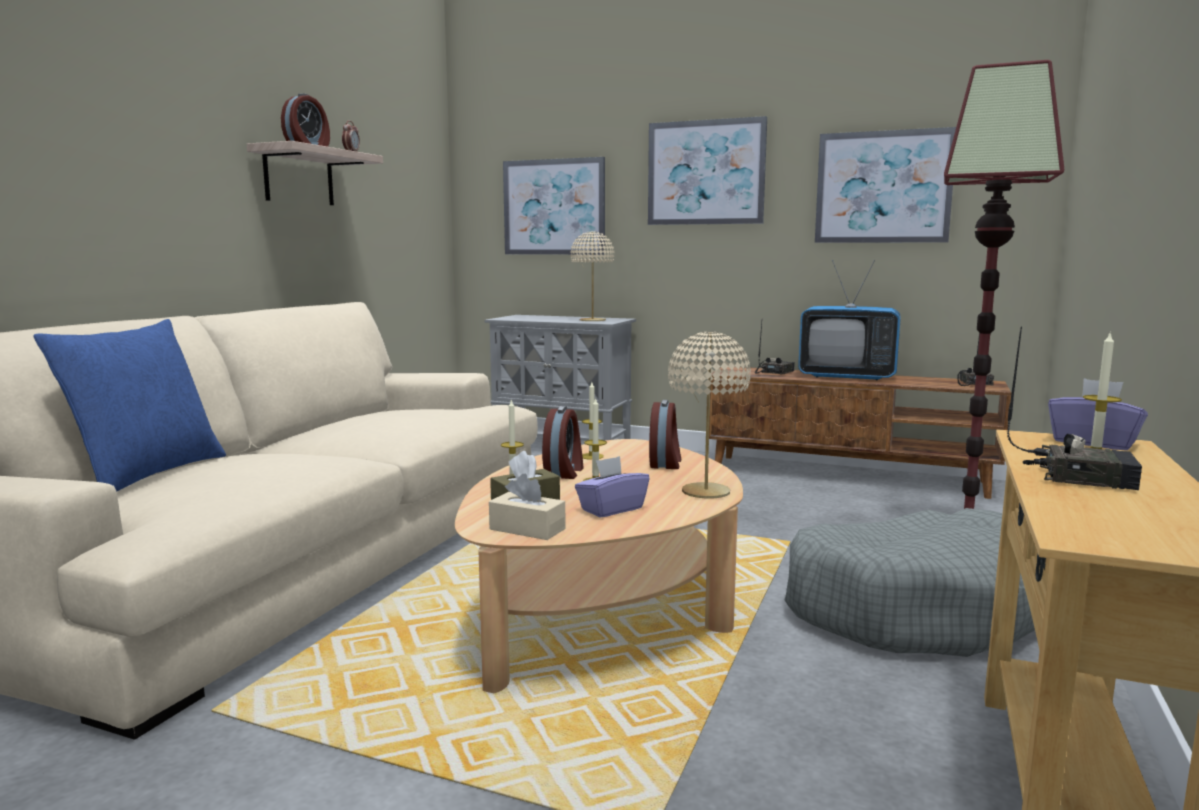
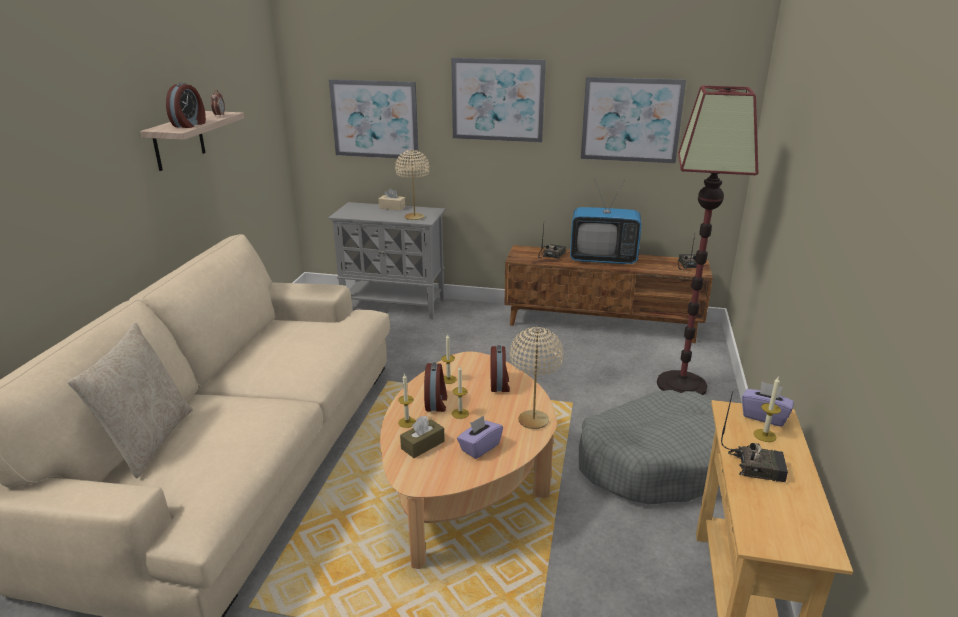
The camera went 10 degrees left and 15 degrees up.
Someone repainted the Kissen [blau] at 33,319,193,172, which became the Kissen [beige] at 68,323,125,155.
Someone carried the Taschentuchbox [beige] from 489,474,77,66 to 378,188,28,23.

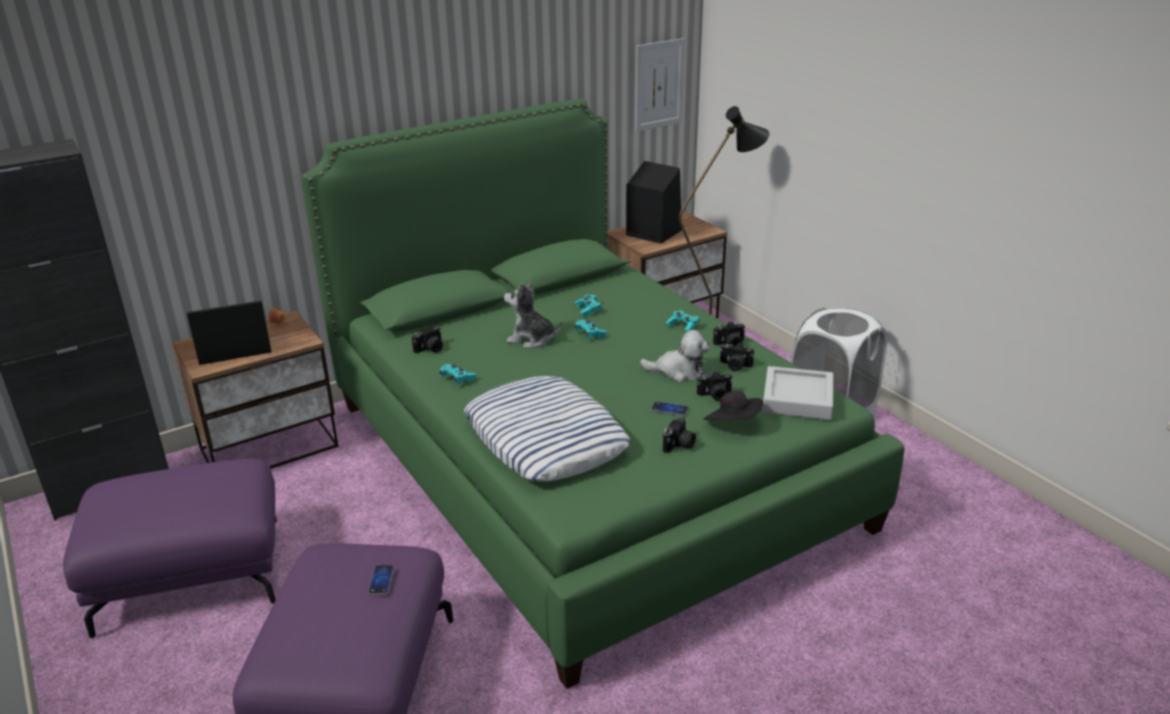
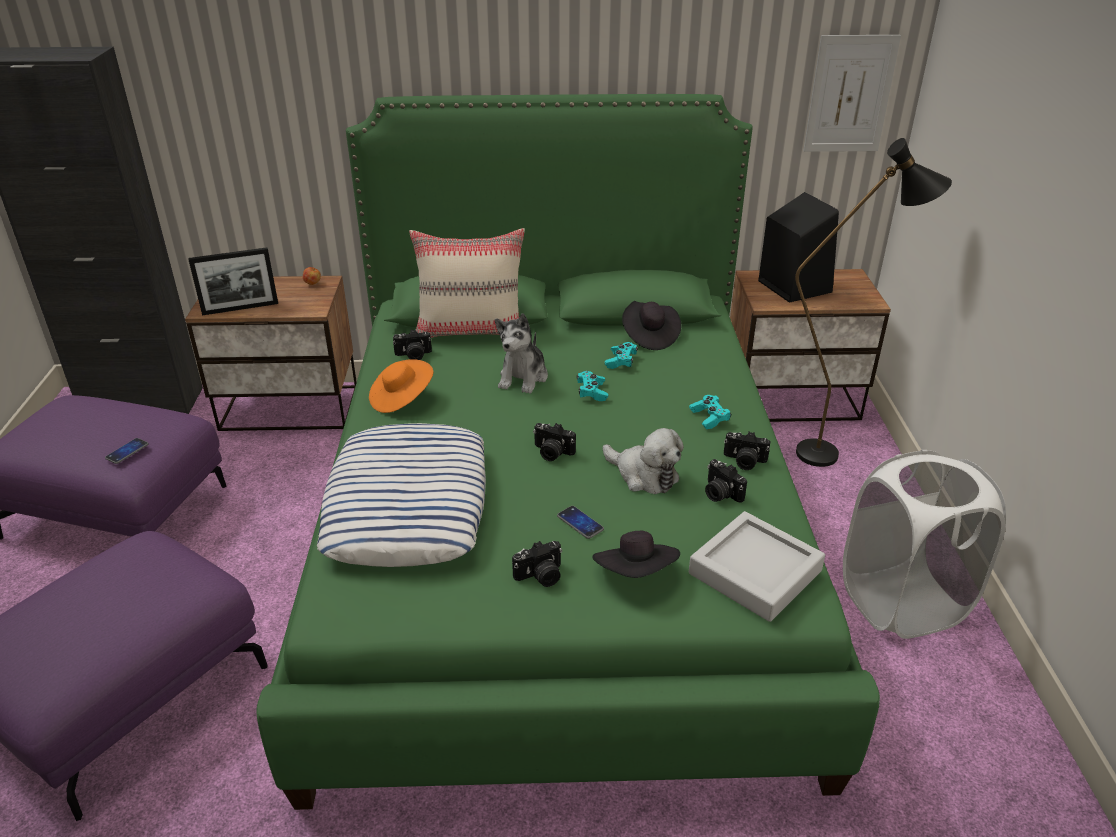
The camera went 30 degrees right and 5 degrees up.
Someone rotated the Plüschtier at 504,281,58,67 by 120 degrees counterclockwise.
Someone rotated the Bilderrahmen at 187,300,85,65 by 150 degrees clockwise.
Someone swapped the Gamepad [türkis] at 439,364,37,21 for the Hut [orange] at 369,359,64,54.
Someone carried the Kamera from 697,371,36,31 to 533,423,43,38.
Someone carried the Handy from 368,565,27,30 to 105,438,43,26.
Someone put down the Kissen [beige] at 409,228,116,110.
Someone put down the Hut [schwarz] at 622,301,59,49.

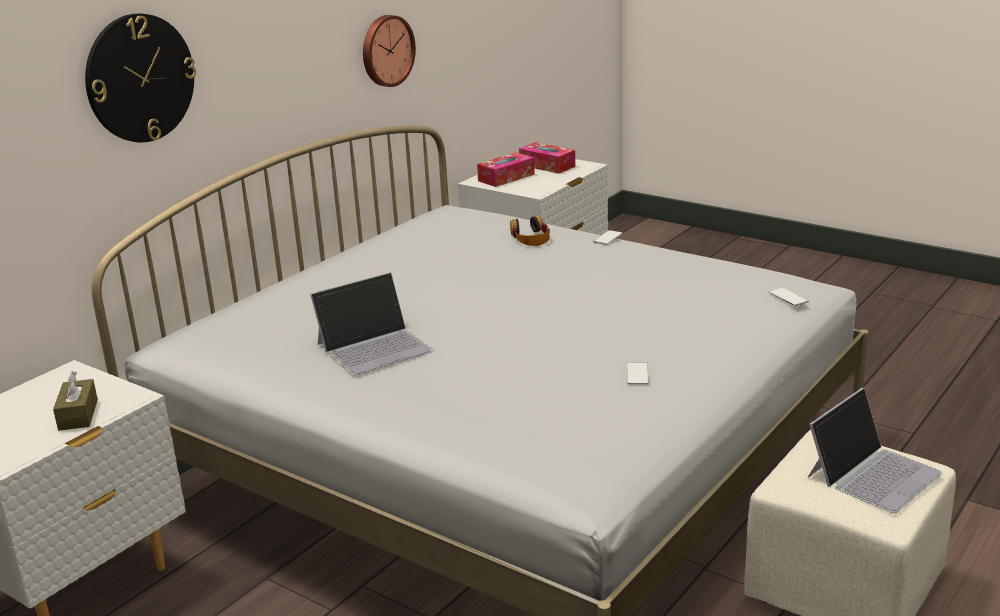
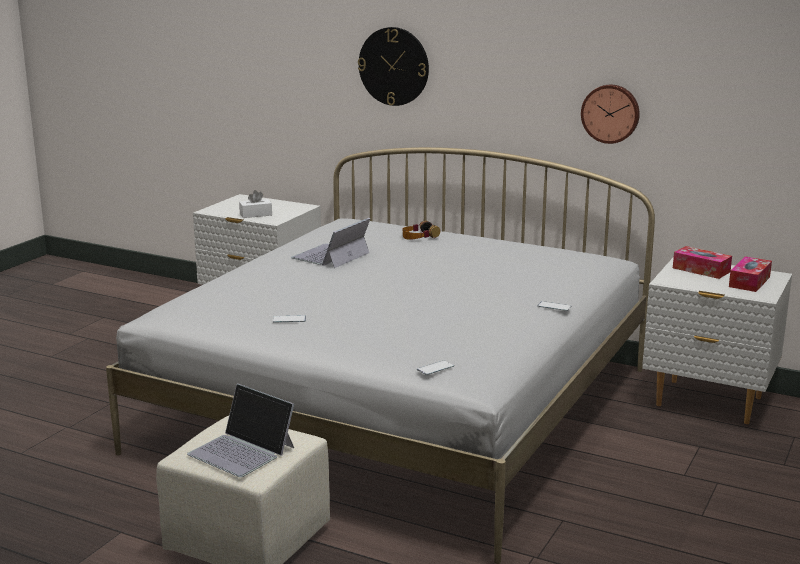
The camera went 80 degrees right and 5 degrees down.
Someone carried the Kopfhörer from 510,216,40,30 to 403,220,37,20.
Someone rotated the Laptop at 310,272,123,104 by 75 degrees clockwise.
Someone repainted the Taschentuchbox [braun] at 53,371,45,60, which became the Taschentuchbox [weiß] at 239,190,33,28.

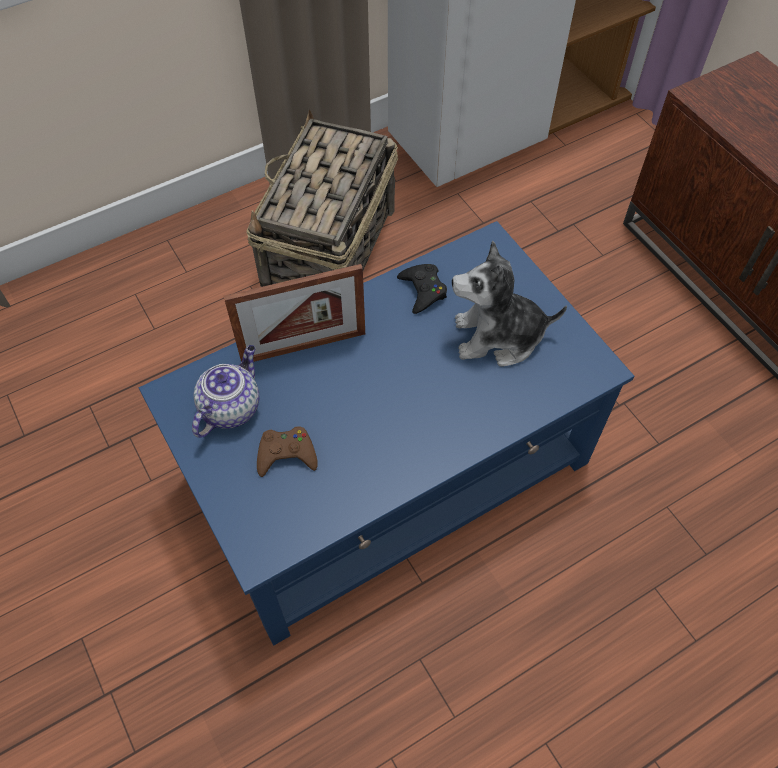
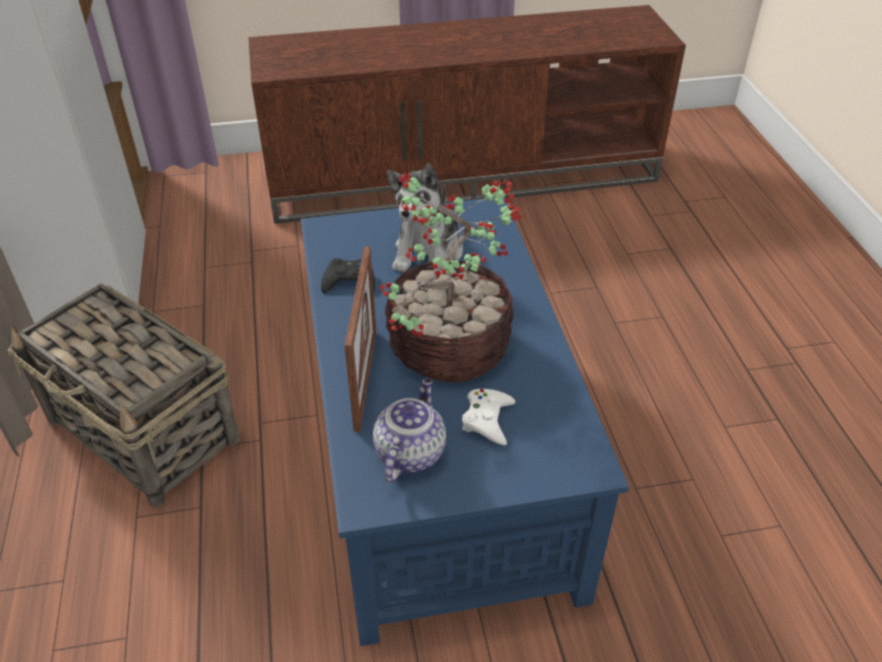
The camera went 70 degrees left and 15 degrees down.
Someone rotated the Teekanne at 192,345,67,93 by 60 degrees clockwise.
Someone repainted the Gamepad [braun] at 257,426,61,51, which became the Gamepad [weiß] at 462,389,53,56.
Someone put down the Topfpflanze at 380,172,142,211.

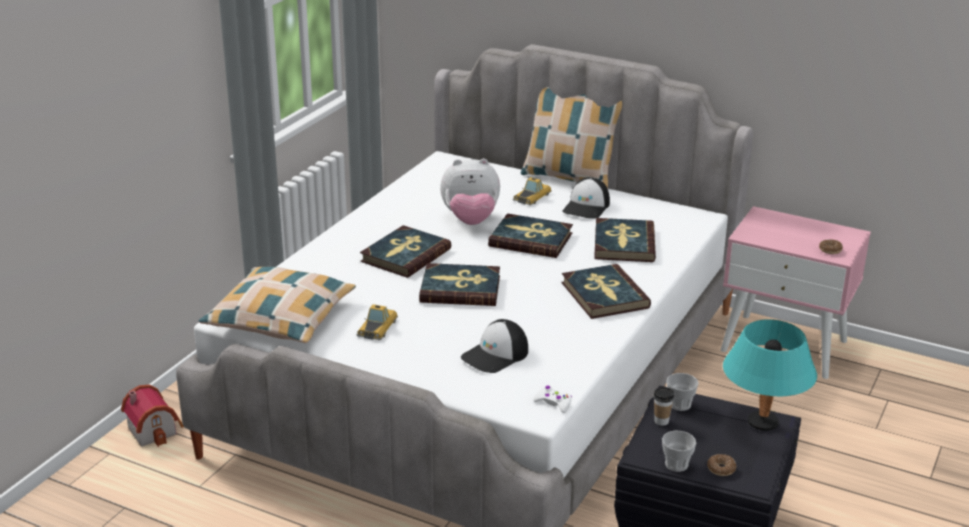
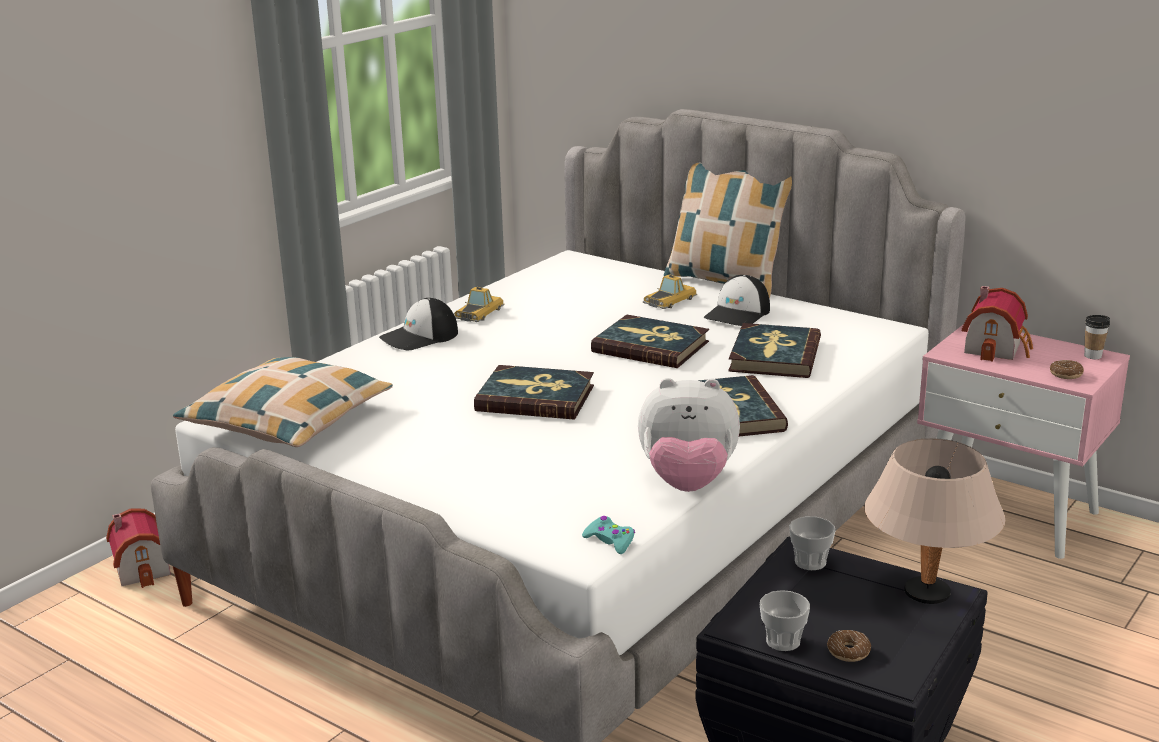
The camera went 10 degrees right and 5 degrees down.
Someone carried the Plüschtier from 440,159,60,66 to 638,378,102,114.
Someone took away the Buch at 360,225,91,53.
Someone carried the Spielzeugauto from 357,304,41,36 to 454,287,50,35.
Someone carried the Kappe from 461,319,67,54 to 379,298,79,53.
Someone repainted the Tischlampe [türkis] at 723,319,94,112, which became the Tischlampe [beige] at 864,438,141,166.
Someone repainted the Gamepad [weiß] at 533,386,39,27, which became the Gamepad [türkis] at 582,516,53,38.
Someone carried the Tasse from 654,387,20,39 to 1084,315,26,44.
Someone put down the Spielzeughaus at 962,286,71,76.

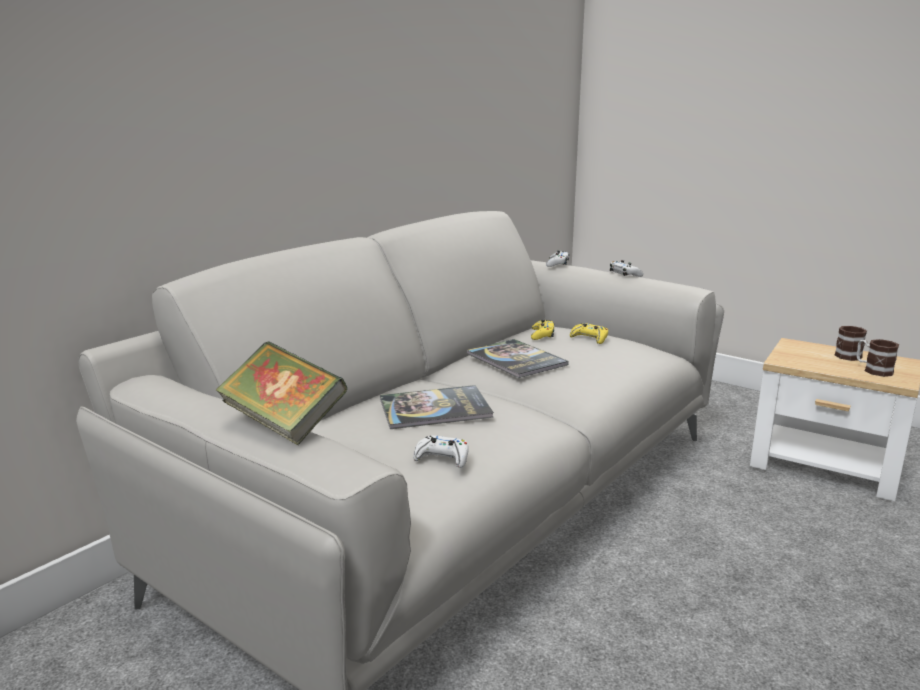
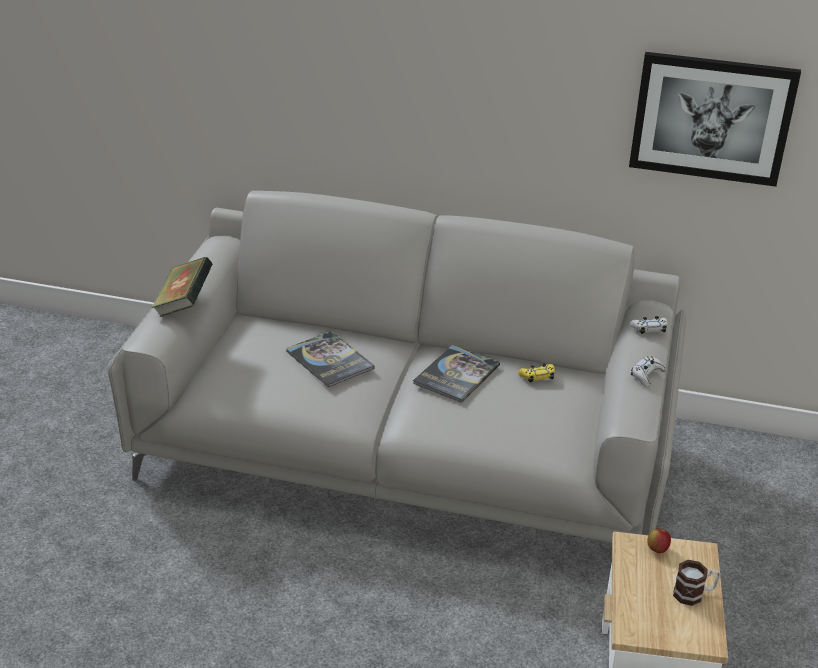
The camera went 65 degrees right and 15 degrees up.
Someone took away the Gamepad [gelb] at 570,323,38,21.
Someone took away the Henkelbecher at 856,339,43,38.
Someone took away the Gamepad [weiß] at 413,435,56,33.
Someone put up the Bild at 629,52,172,135.
Someone put down the Apfel at 647,529,24,24.

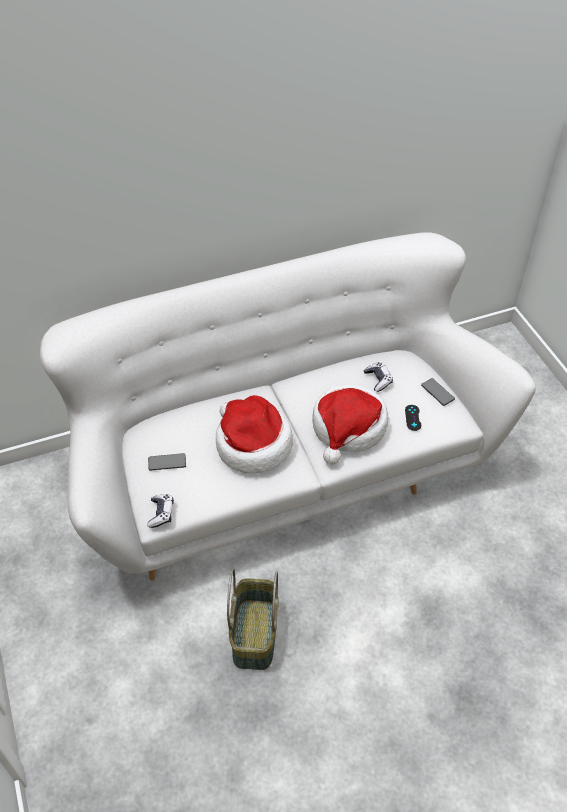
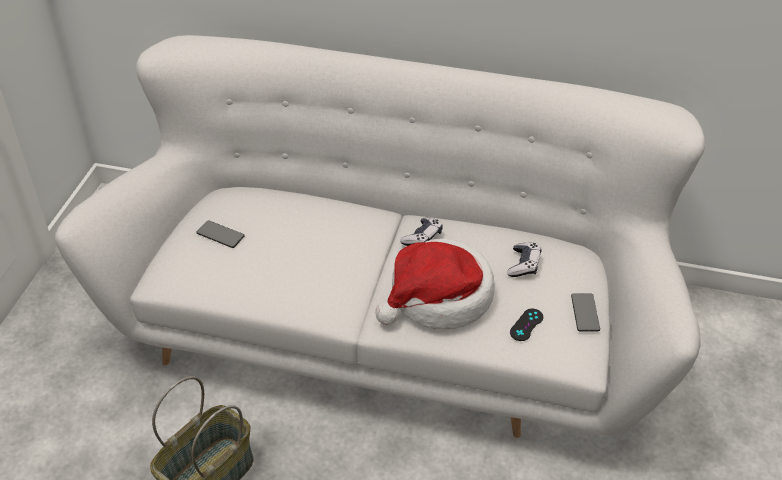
The camera went 35 degrees right and 5 degrees down.
Someone took away the Hut at 216,395,77,79.
Someone carried the Gamepad from 147,494,27,34 to 400,218,43,28.

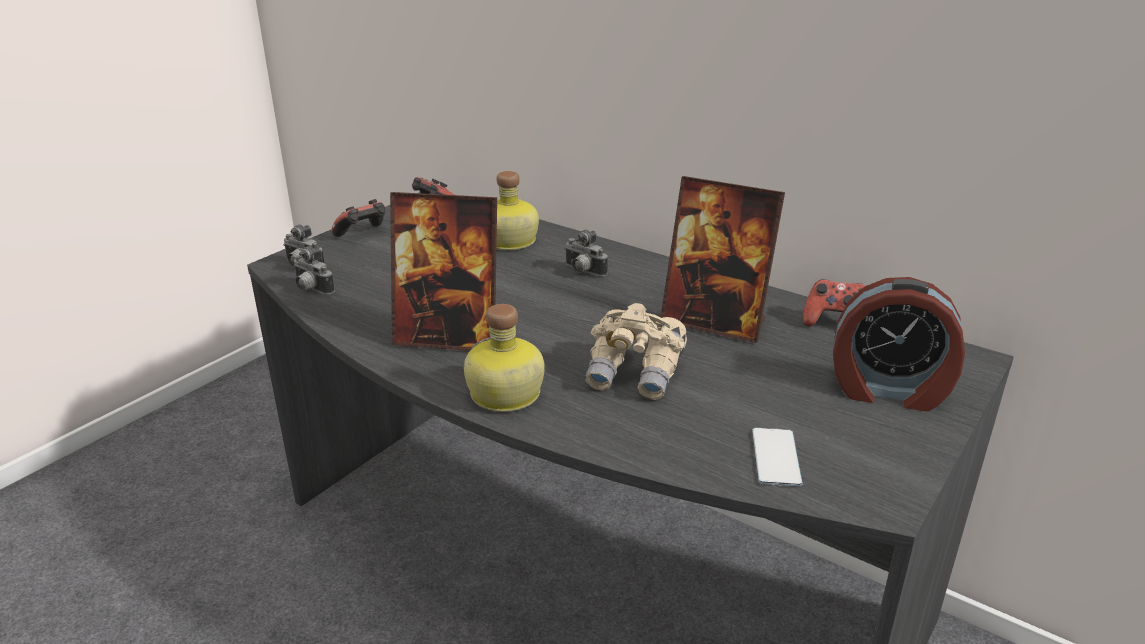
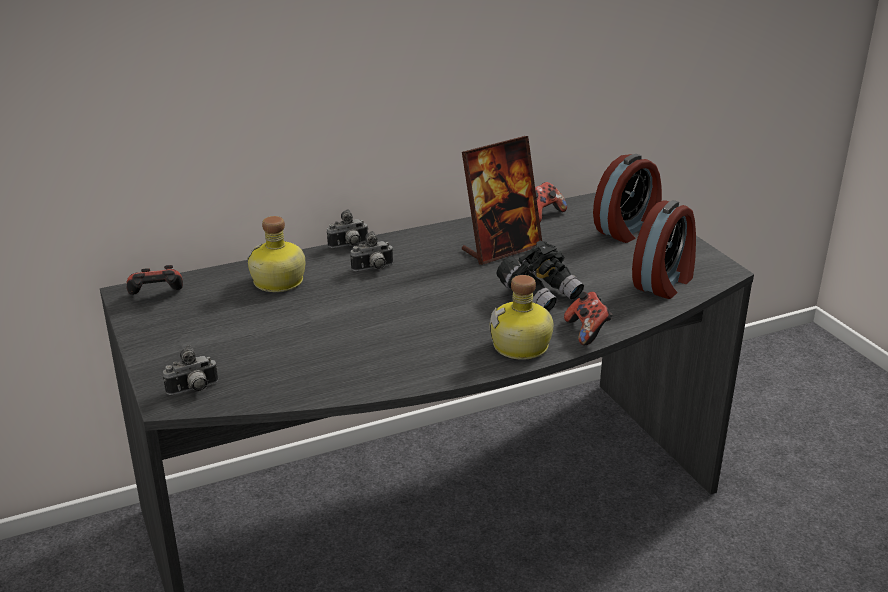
The camera went 60 degrees left and 0 degrees up.
Someone took away the Bilderrahmen at 390,192,107,159.
Someone carried the Gamepad from 332,199,53,38 to 564,292,49,54.
Someone carried the Kamera from 294,246,41,49 to 327,209,41,39.
Someone repainted the Fernglas [beige] at 585,303,102,97, which became the Fernglas [schwarz] at 497,241,87,71.
Someone swapped the Handy at 752,428,51,59 for the Wecker at 632,200,64,99.

